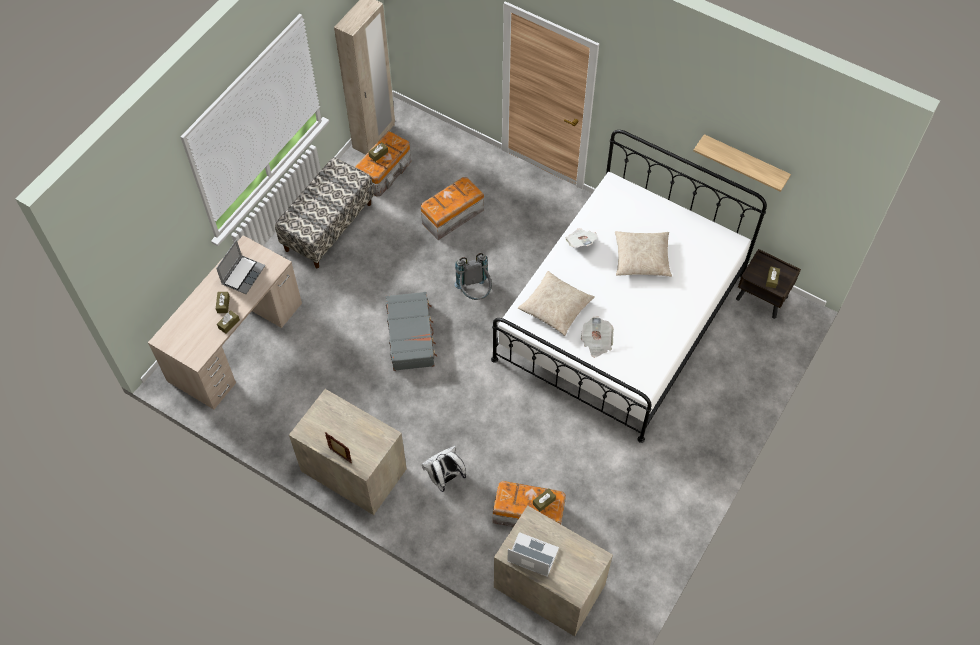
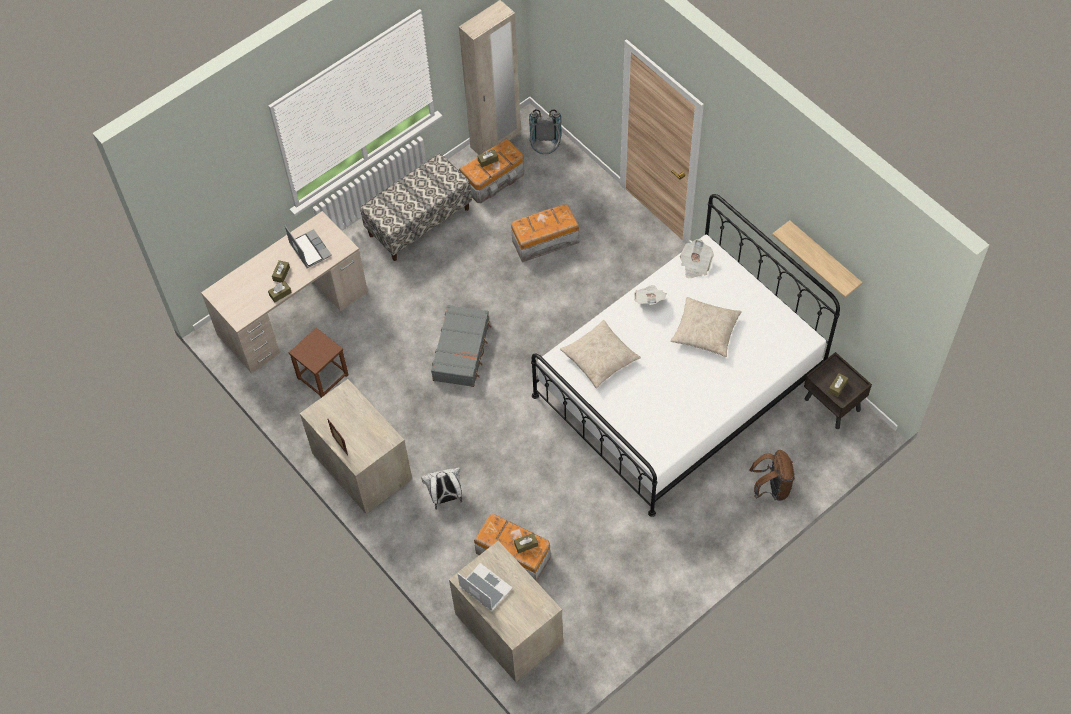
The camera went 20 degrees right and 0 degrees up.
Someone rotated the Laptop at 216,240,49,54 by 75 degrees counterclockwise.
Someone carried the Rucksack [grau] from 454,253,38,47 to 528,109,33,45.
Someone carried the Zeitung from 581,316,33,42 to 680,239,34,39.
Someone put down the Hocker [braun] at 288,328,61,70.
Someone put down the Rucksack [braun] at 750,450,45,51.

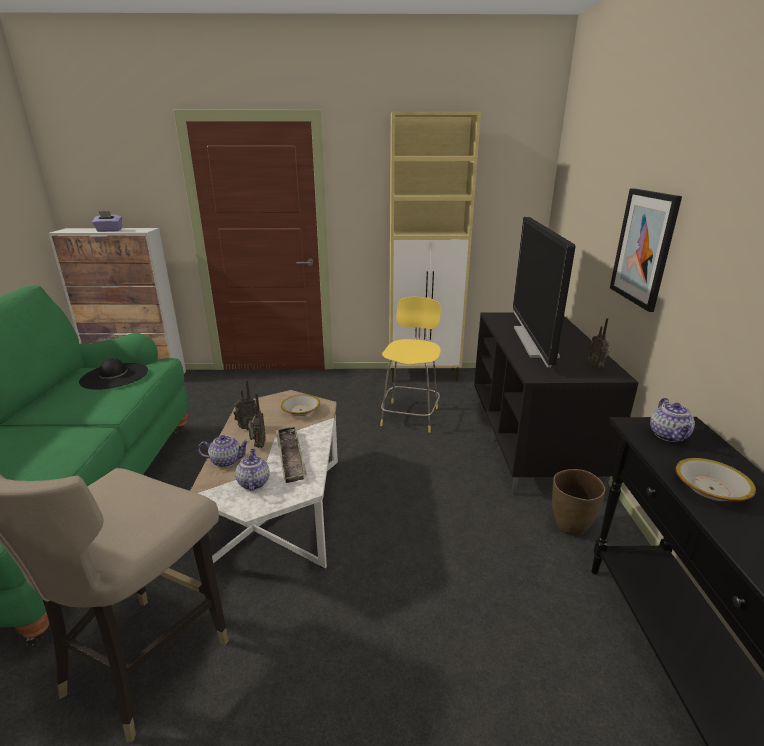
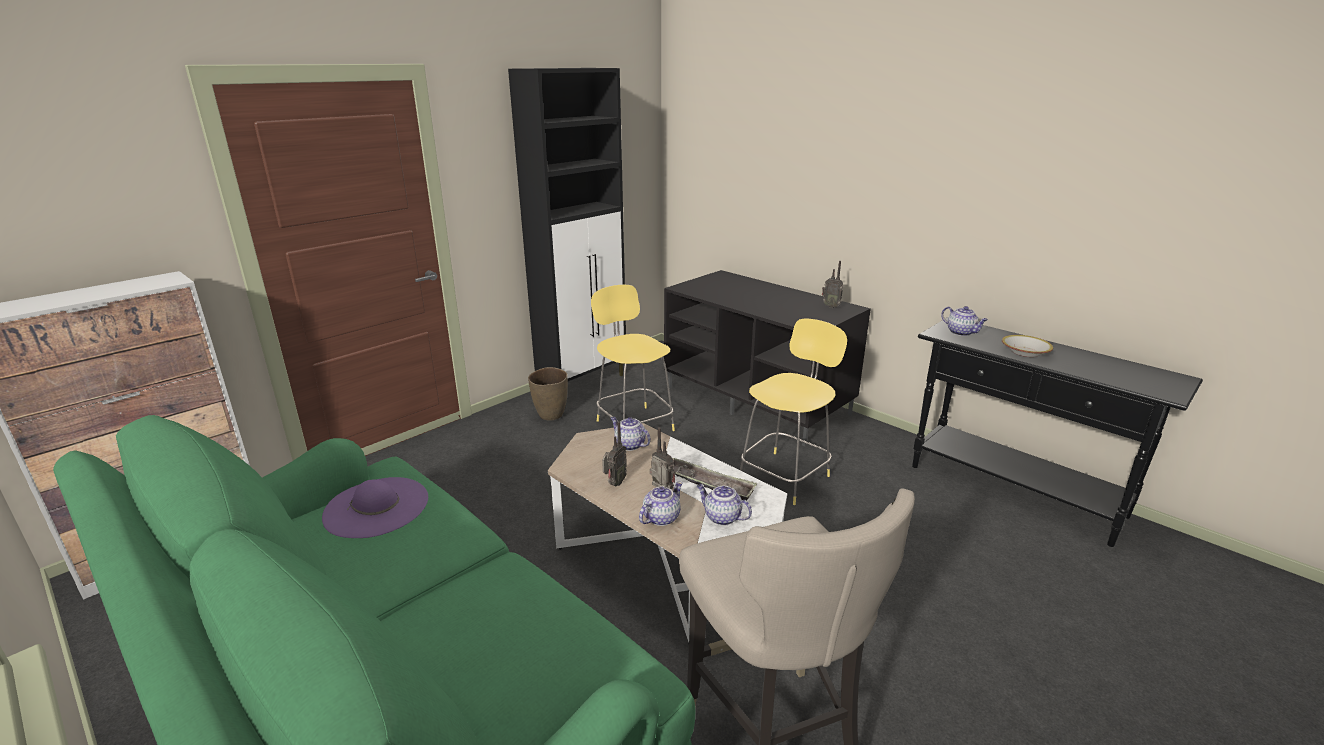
The camera went 45 degrees left and 0 degrees up.
Someone repainted the Schrank [beige] at 389,111,92,271, which became the Schrank [schwarz] at 508,68,118,313.
Someone took away the Bild at 610,188,72,124.
Someone took away the Taschentuchbox [lila] at 92,211,30,21.
Someone took away the Fernseher at 513,217,62,150.
Someone repainted the Hut [schwarz] at 79,358,69,32, which became the Hut [lila] at 322,477,106,61.
Someone swapped the Schüssel at 281,395,39,21 for the Teekanne at 611,417,40,34.
Someone carried the Vase [braun] from 552,469,53,67 to 528,367,40,54.
Someone put down the Hocker [gelb] at 740,318,107,187.

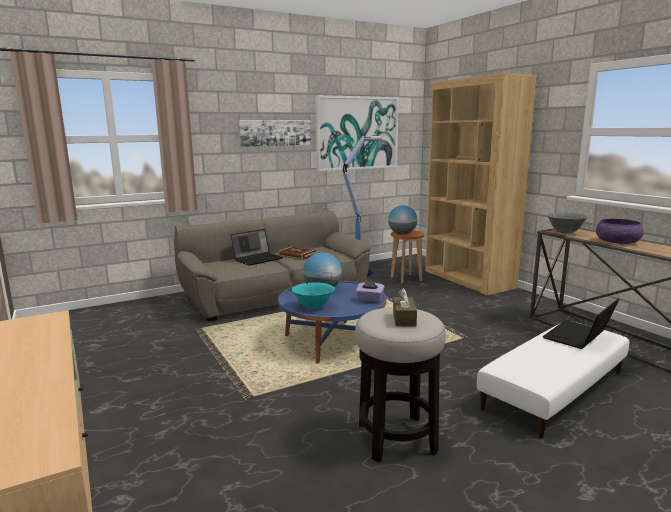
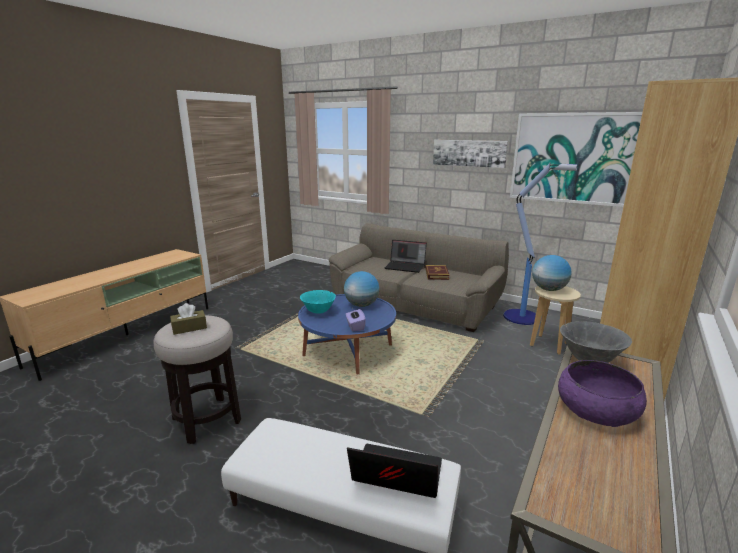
The camera went 60 degrees right and 5 degrees up.
Someone repainted the Hocker [orange] at 391,231,34,53, which became the Hocker [beige] at 530,286,51,69.

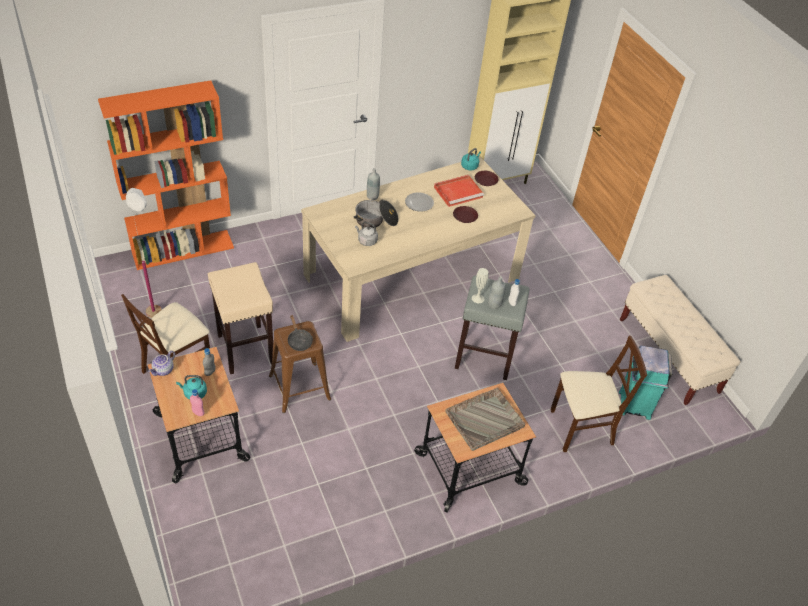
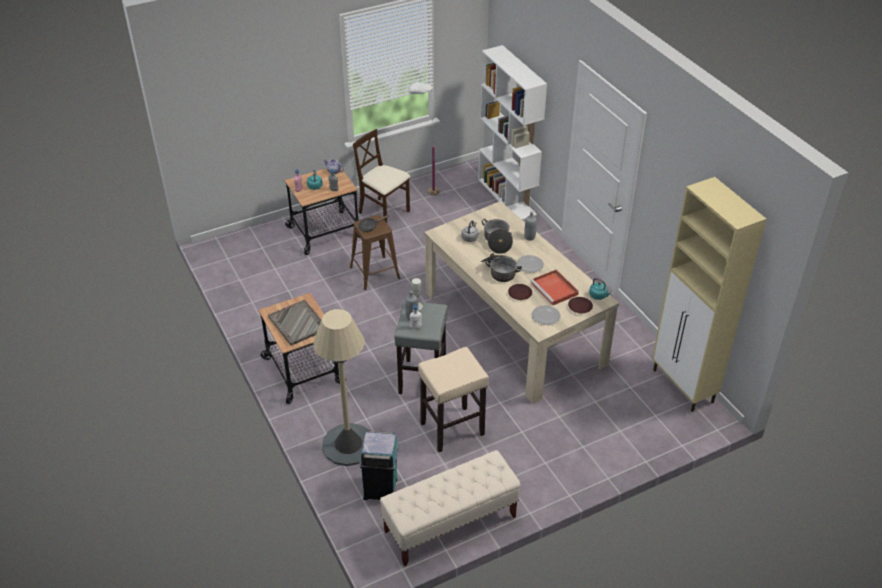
The camera went 90 degrees right and 5 degrees down.
Someone repainted the Bücherregal [orange] at 98,80,136,190, which became the Bücherregal [weiß] at 478,45,69,175.
Someone carried the Hocker [beige] from 208,262,65,112 to 418,347,71,105.
Someone swapped the Stuhl [beige] at 550,336,97,116 for the Stehlampe [beige] at 313,309,57,157.
Someone put down the Kochtopf at 481,254,41,28.
Someone put down the Teller at 532,305,28,20.

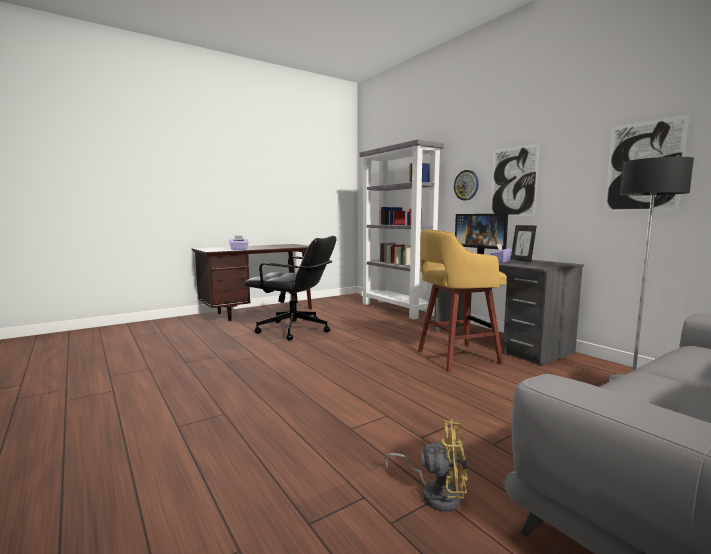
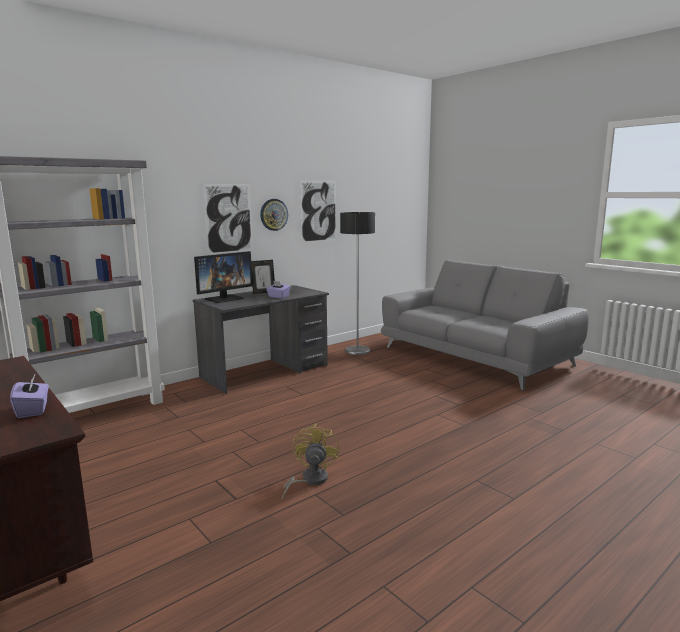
The camera went 95 degrees left and 5 degrees up.
Someone carried the Wanduhr from 454,170,25,30 to 260,199,28,32.
Someone took away the Hocker [gelb] at 418,230,89,142.
Someone took away the Bürostuhl [schwarz] at 244,236,93,104.
Someone carried the Ventilator [gelb] from 385,419,83,93 to 282,423,57,77.

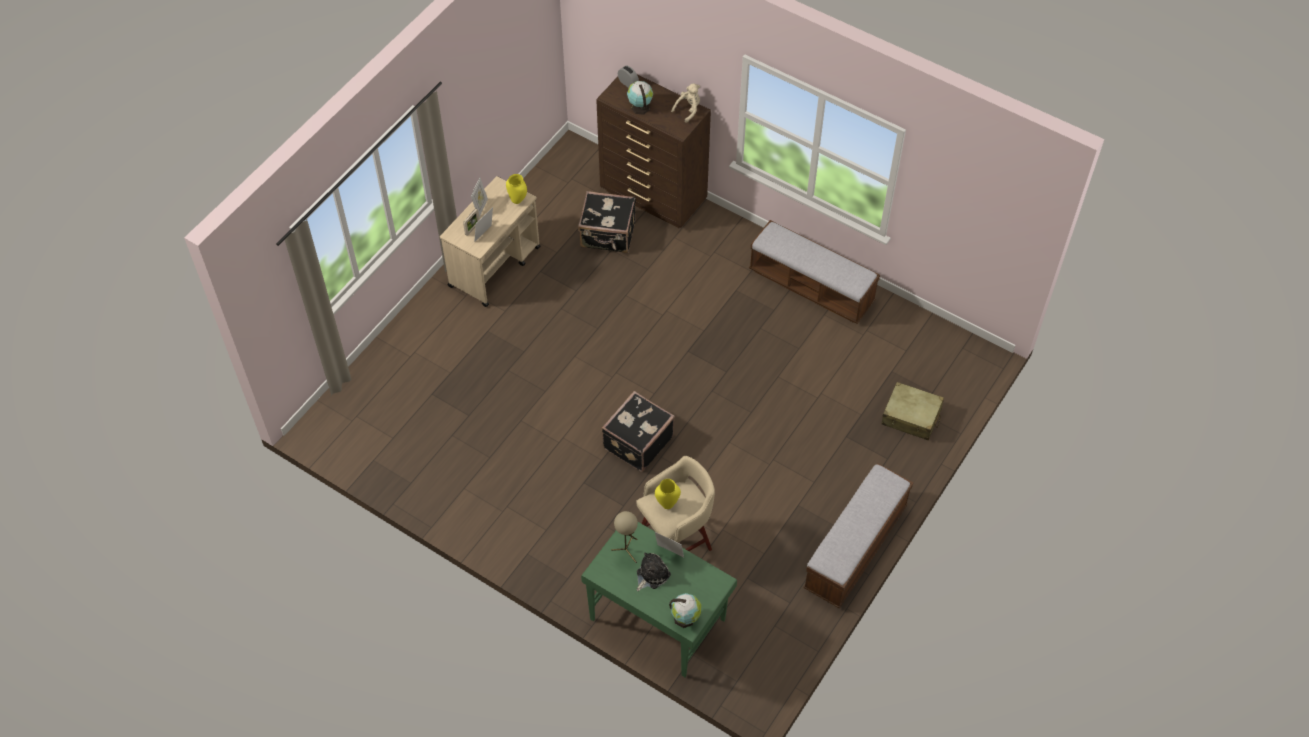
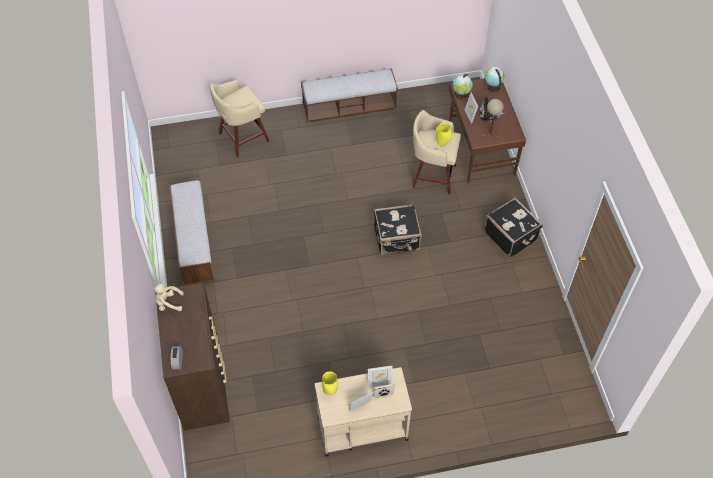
The camera went 135 degrees left and 0 degrees up.
Someone carried the Globus from 627,81,26,34 to 453,74,20,25.
Someone carried the Koffer [schwarz] from 578,191,58,62 to 484,197,59,61.
Someone swapped the Koffer [beige] at 882,382,62,58 for the Hocker [beige] at 210,80,59,77.
Someone repainted the Schreibtisch [grün] at 581,522,156,155, which became the Schreibtisch [braun] at 449,78,77,105.

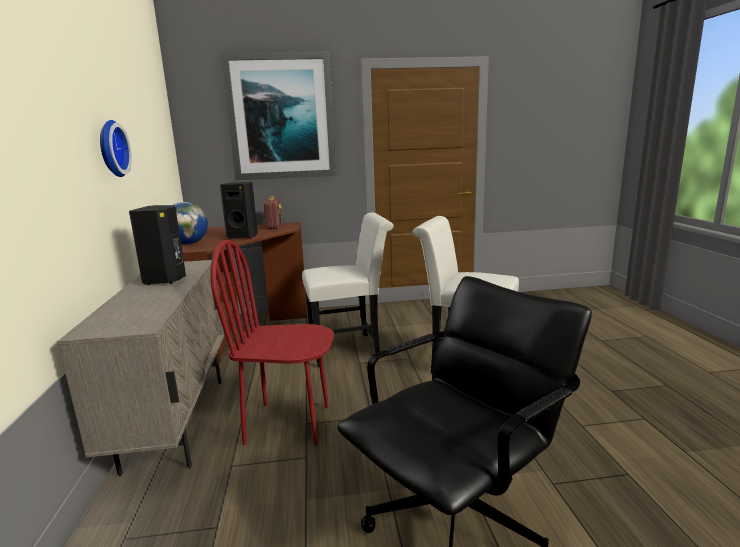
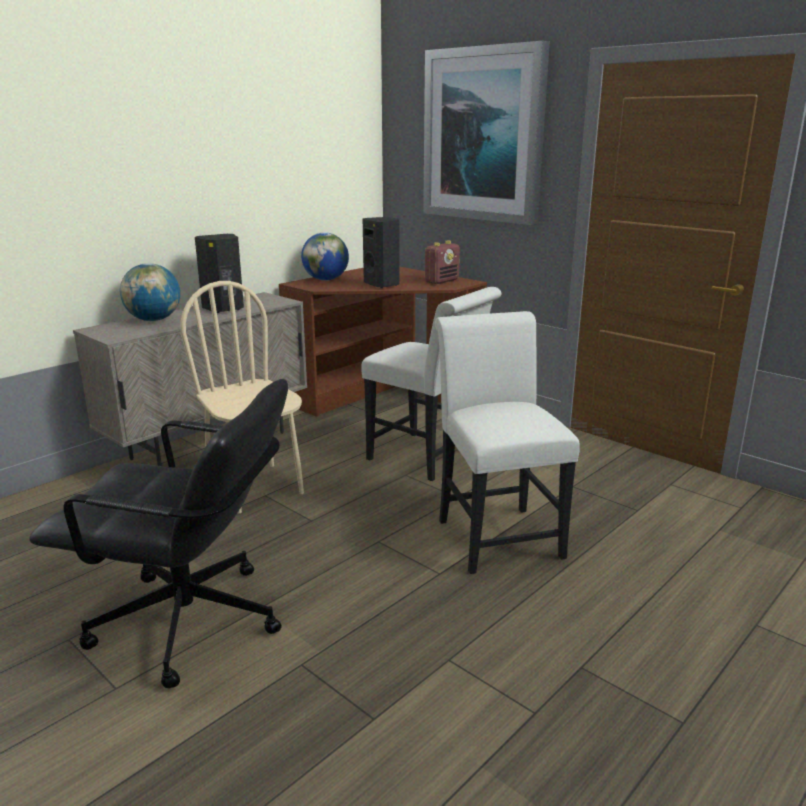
The camera went 50 degrees right and 5 degrees up.
Someone took away the Wanduhr at 100,120,32,57.
Someone repainted the Stuhl [rot] at 210,240,124,205, which became the Stuhl [beige] at 180,281,124,232.
Someone put down the Globus at 120,263,60,58.

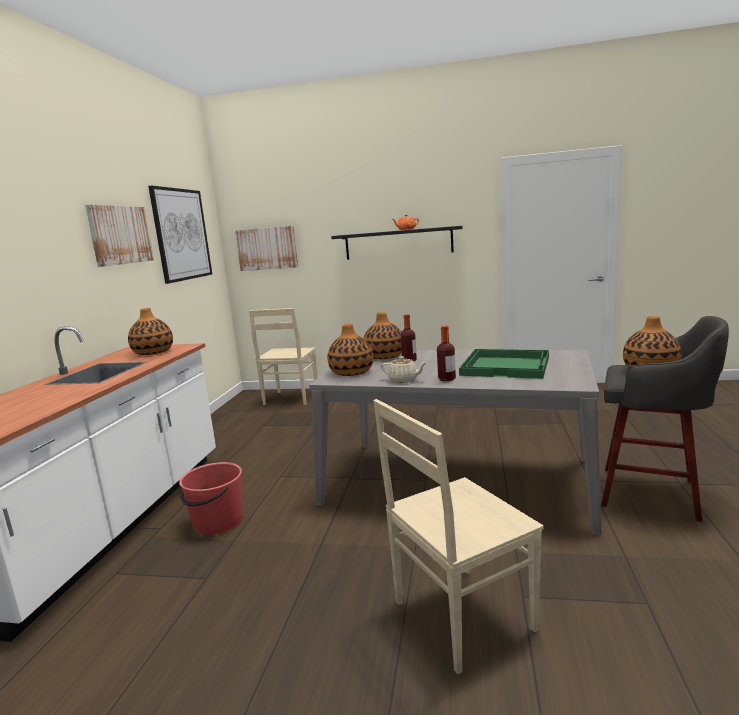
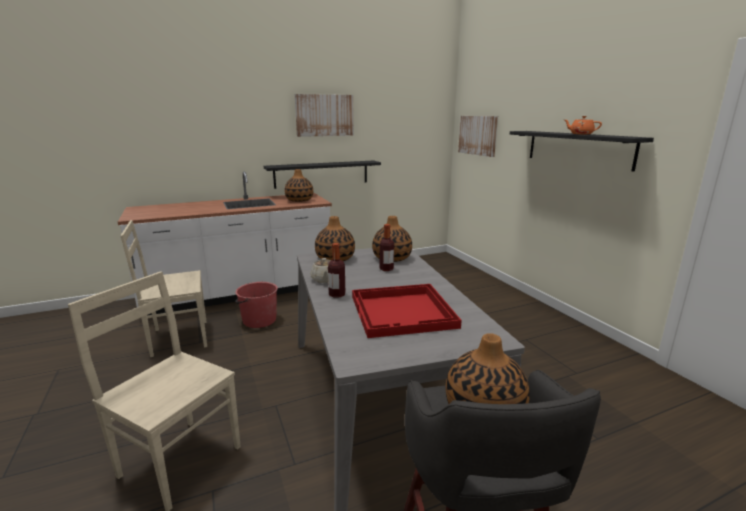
The camera went 55 degrees right and 5 degrees up.
Someone took away the Bild at 148,185,64,99.
Someone carried the Stuhl [beige] from 249,308,68,97 to 120,220,87,137.
Someone repainted the Tablett [grün] at 459,349,90,30, which became the Tablett [rot] at 352,284,110,54.
Someone put up the Wandregal [schwarz] at 264,160,117,29.

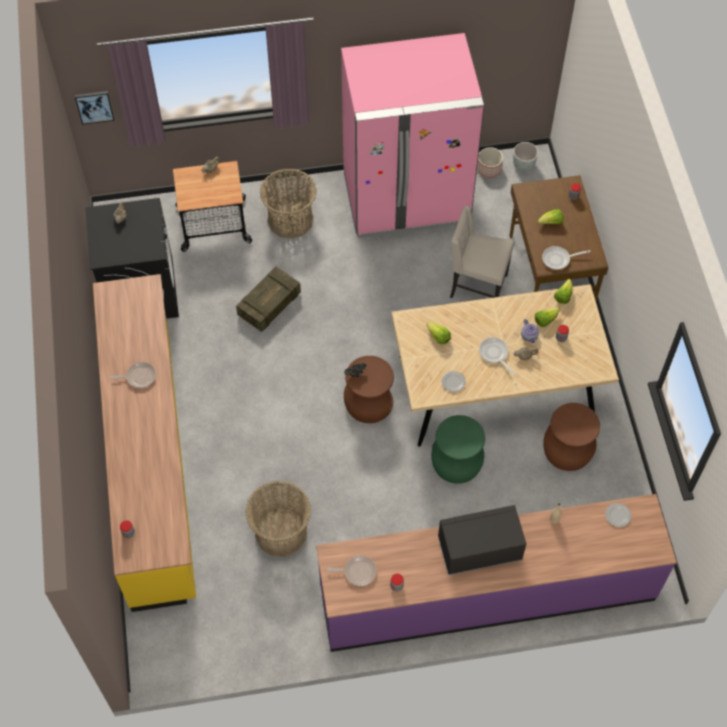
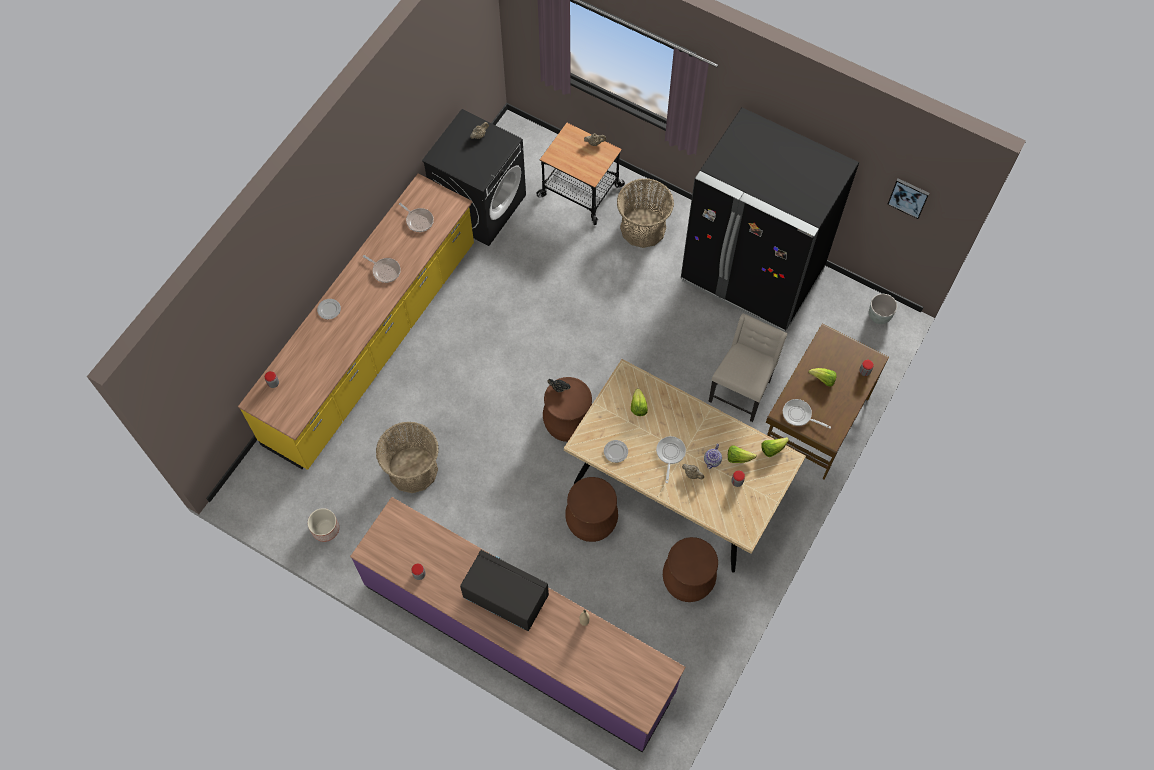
The camera went 40 degrees right and 5 degrees up.
Someone repainted the Kühlschrank [rosa] at 341,33,143,205, which became the Kühlschrank [schwarz] at 681,107,178,225.
Someone carried the Bild from 75,91,39,34 to 887,178,43,41.
Someone carried the Pflanzkübel from 477,147,26,31 to 308,508,31,34.
Someone rotated the Stuhl [beige] at 450,205,64,93 by 60 degrees clockwise.
Someone took away the Kiste at 236,267,65,65.
Someone repainted the Hocker [grün] at 431,415,54,69, which became the Hocker [braun] at 565,477,53,65.
Someone carried the Teller from 605,503,26,24 to 317,299,24,21.
Someone carried the Pfanne from 327,555,50,31 to 399,203,35,29.

